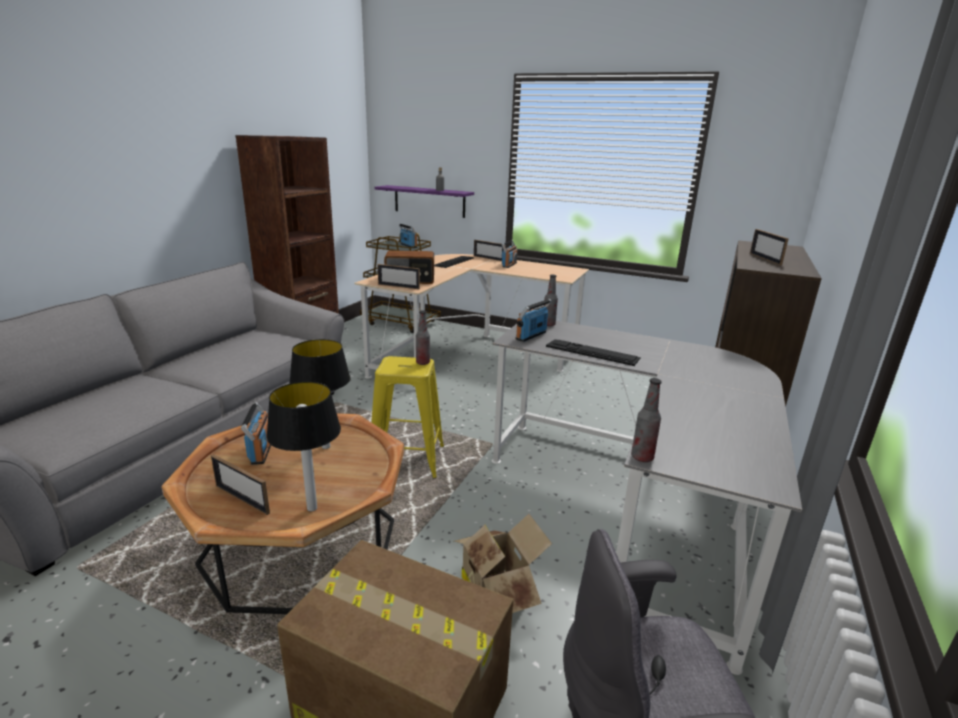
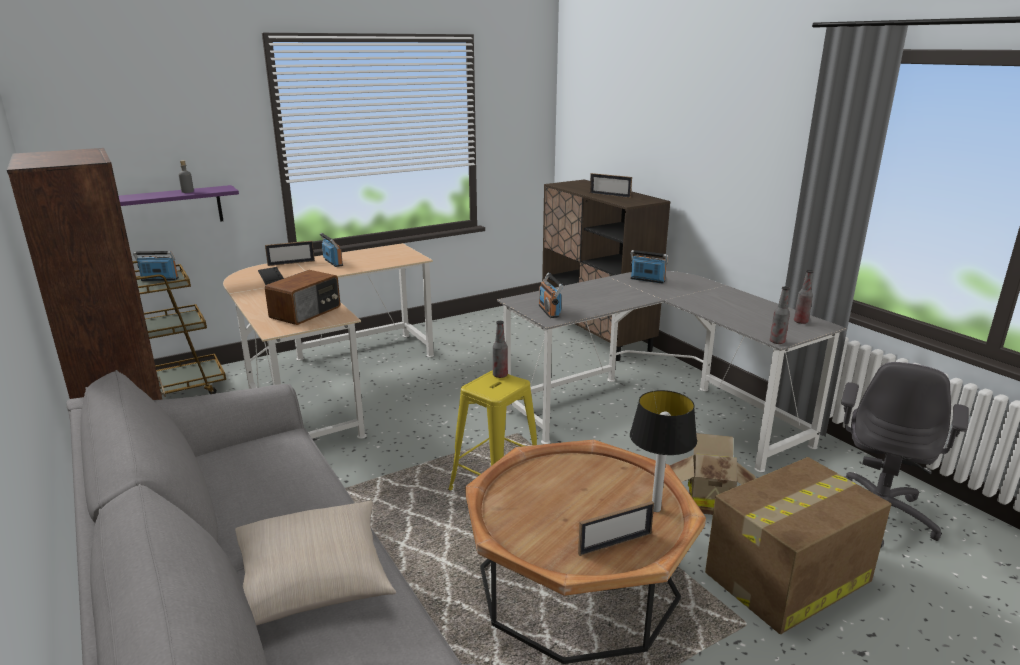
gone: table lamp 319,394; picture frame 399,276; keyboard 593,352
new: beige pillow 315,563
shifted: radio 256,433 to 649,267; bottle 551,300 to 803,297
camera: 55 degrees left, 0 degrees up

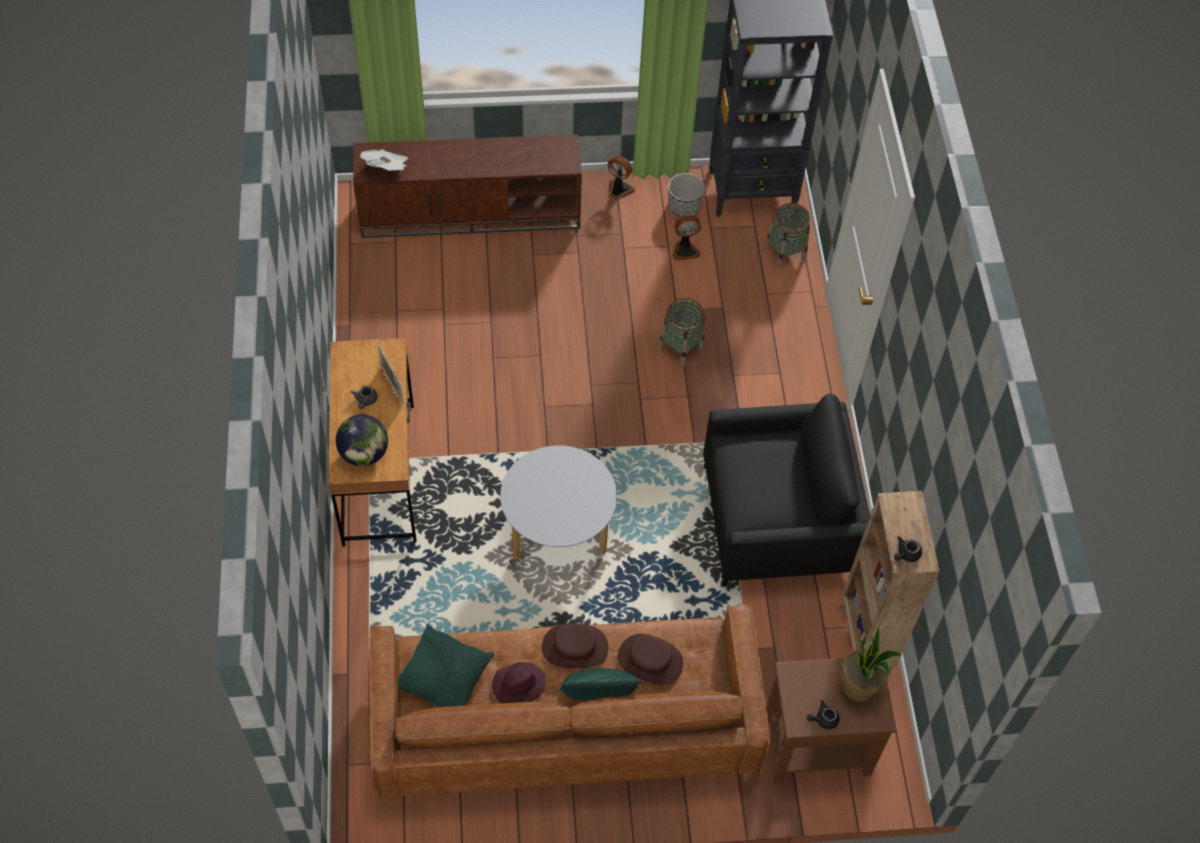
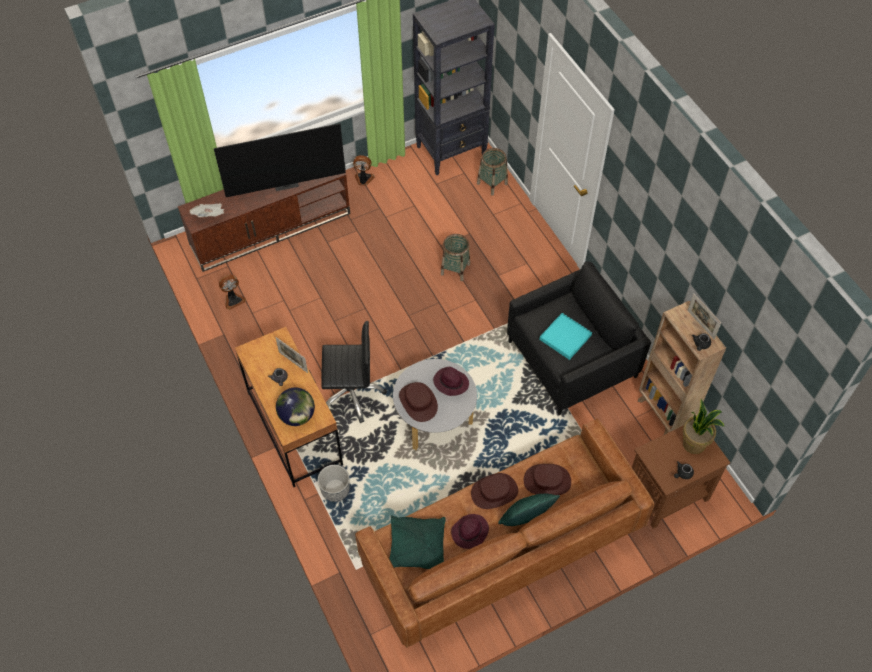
new: television 280,160; black office chair 354,372; brown hat 418,402; purple hat 451,381; turquoise tray 565,336; picture frame 704,316
shifted: planter 686,195 to 334,483; fan 687,238 to 232,292
camera: 20 degrees left, 0 degrees up

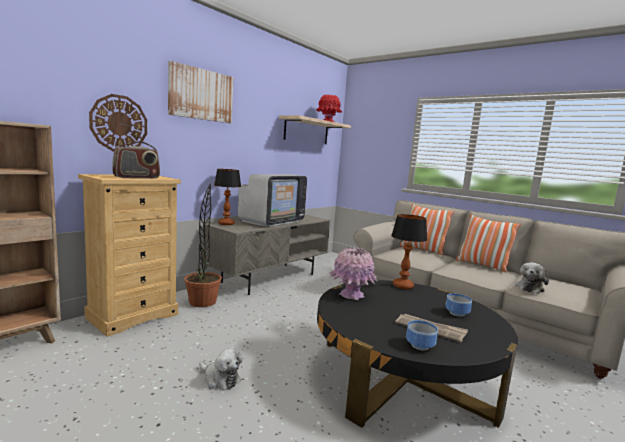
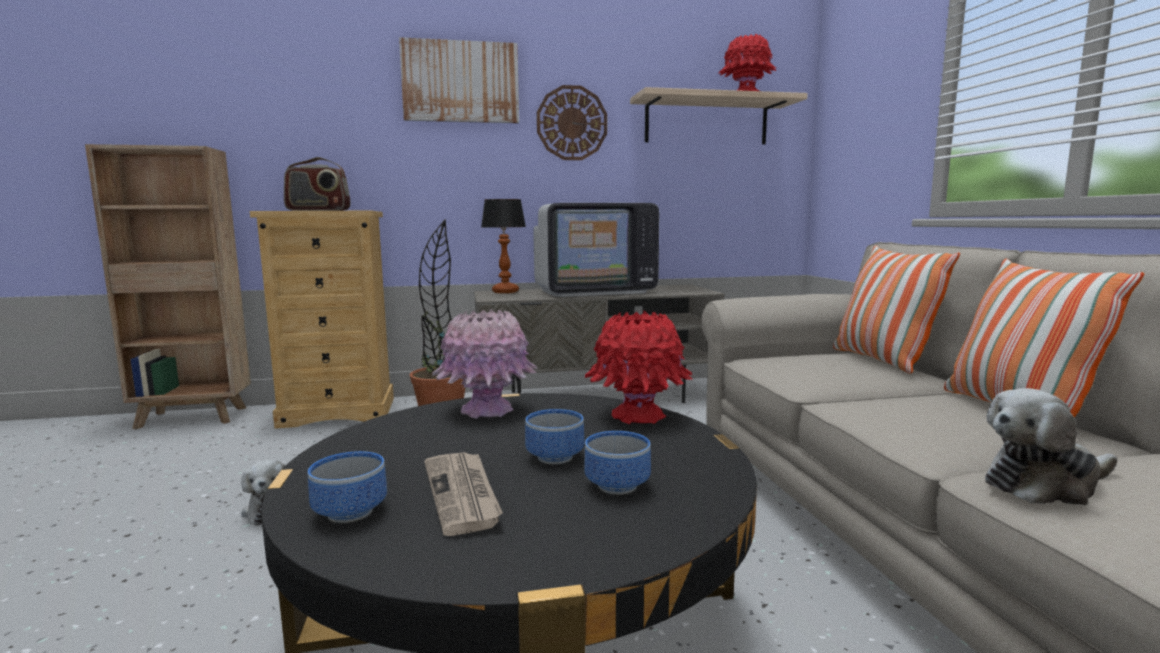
new: bowl 554,436
shifted: wall clock 118,122 to 572,122
swapped: table lamp 409,251 to red vase 639,367
camera: 40 degrees right, 0 degrees up

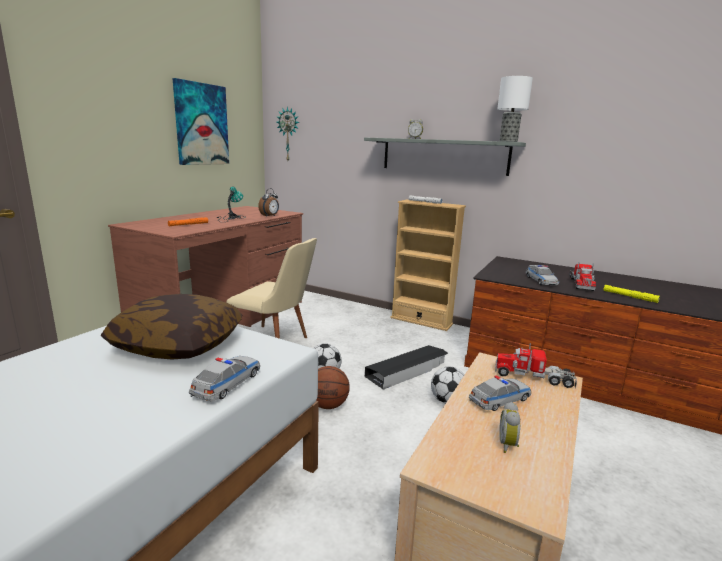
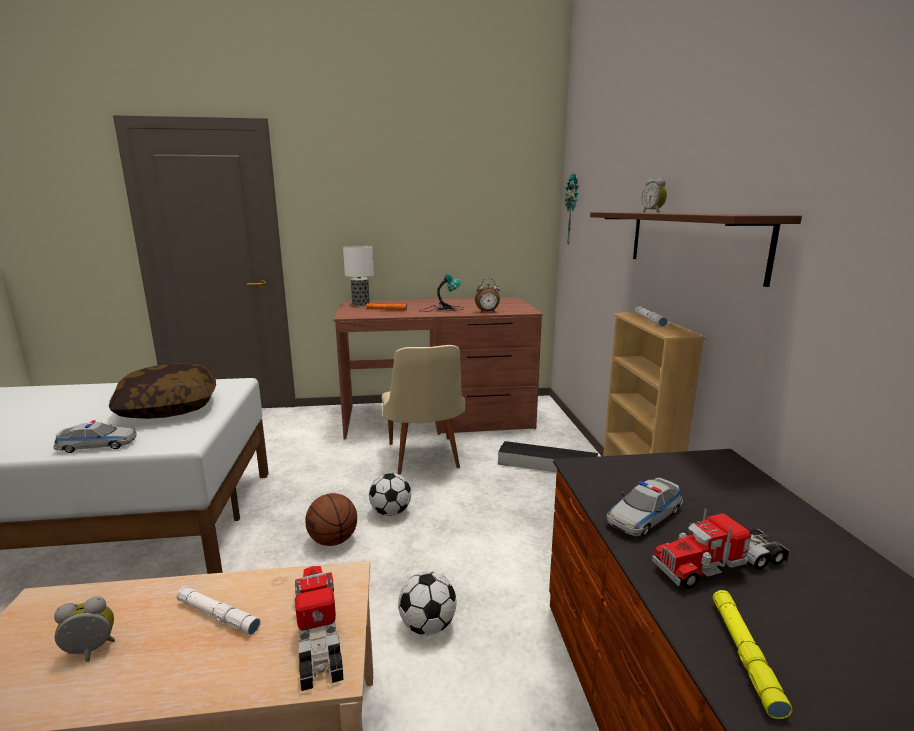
gone: picture 200,121
shifted: black storage box 406,367 to 548,457; table lamp 515,109 to 358,276
swapped: toy car 500,393 to white flashlight 218,610
repainted: grey shelf 445,156 to brown shelf 696,249
camera: 55 degrees right, 0 degrees up

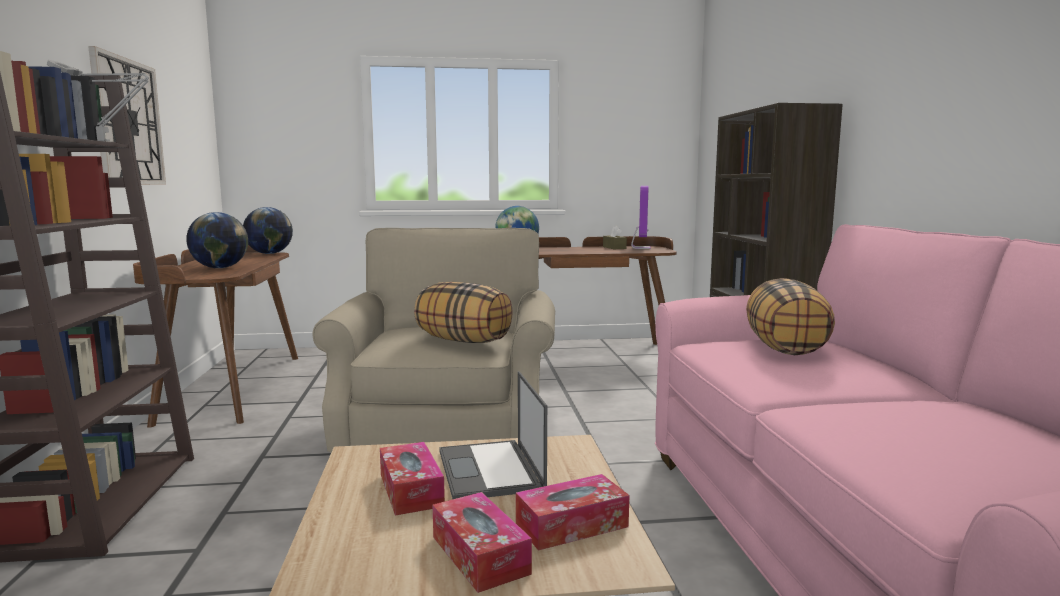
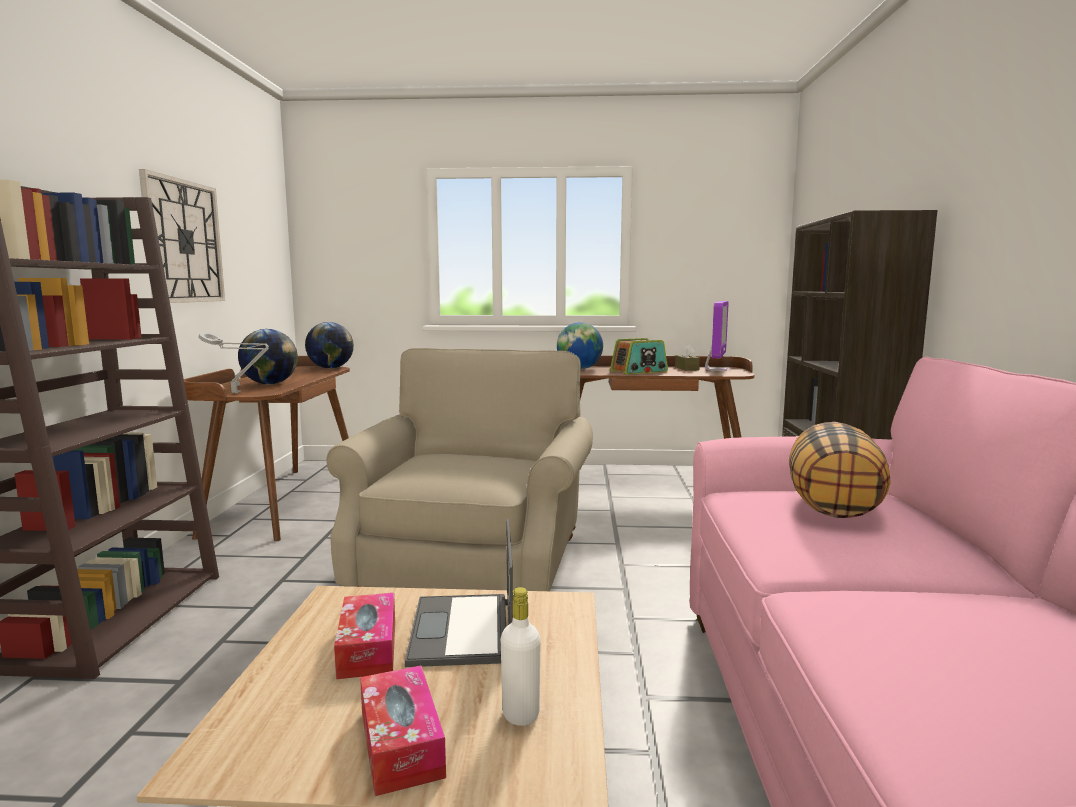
gone: pillow 463,312
new: radio 639,356
shifted: grey table lamp 98,101 to 233,362
swapped: tissue box 572,512 to white bottle 521,656
camera: 10 degrees right, 0 degrees up

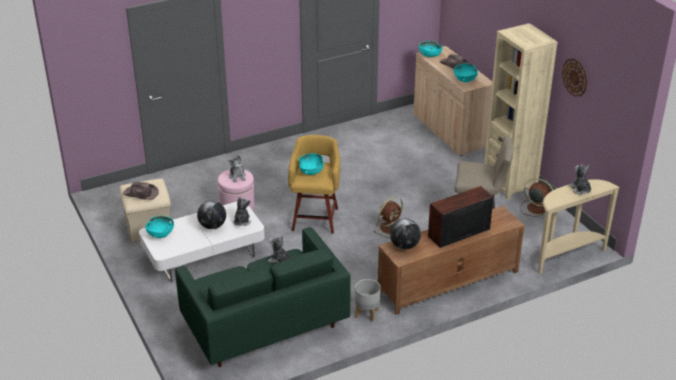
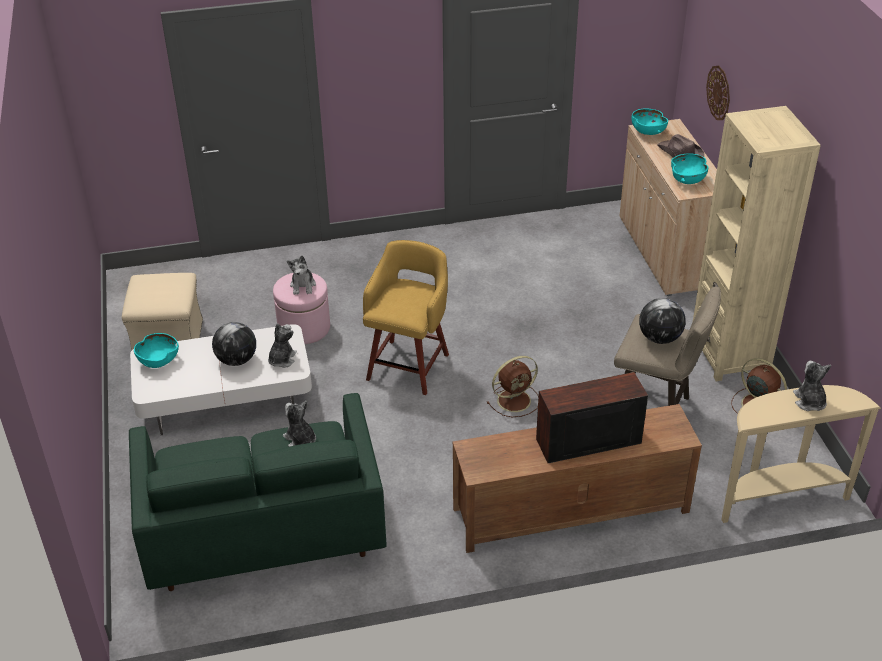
gone: brown hat 141,191; turquoise bowl 311,164; grey planter 368,300
shifted: globe 405,234 to 662,321; wall clock 574,77 to 718,93
camera: 15 degrees right, 5 degrees up

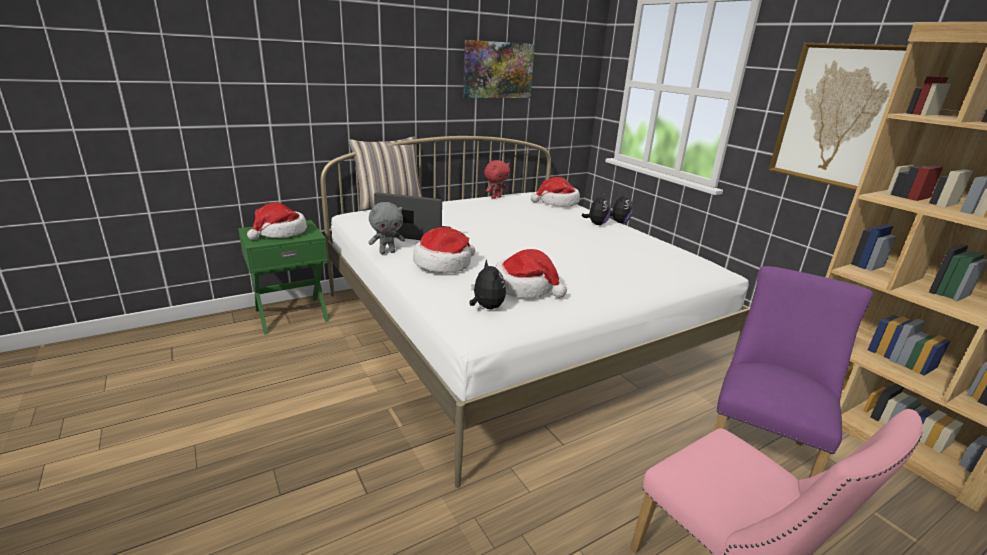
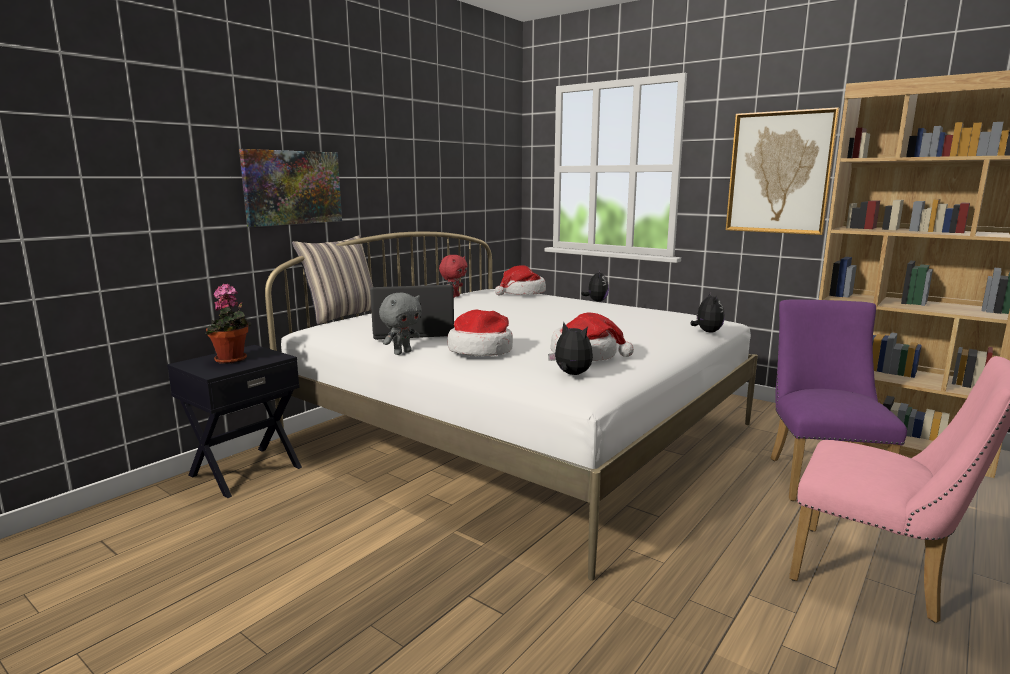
shifted: picture 499,69 to 290,188; plush toy 596,209 to 708,312
swapped: hat 277,221 to potted plant 228,324
repainted: green nightstand 283,277 to black nightstand 234,421
camera: 20 degrees left, 10 degrees down

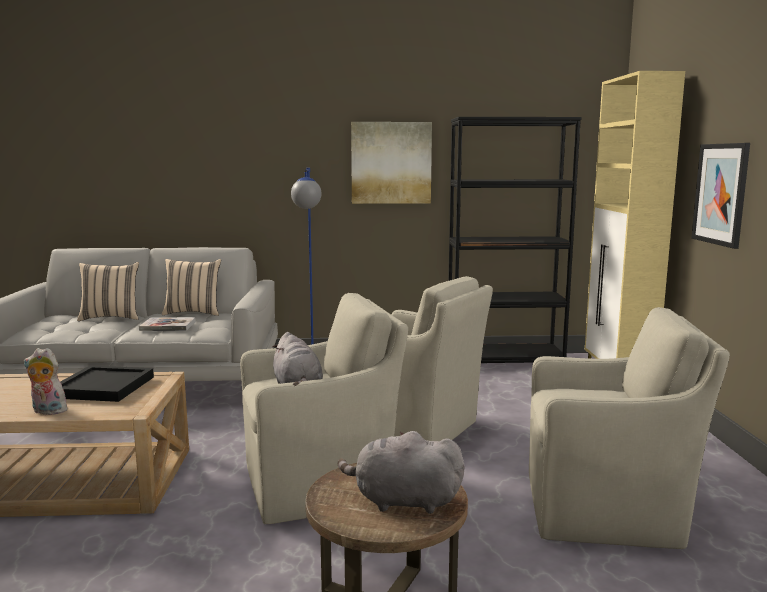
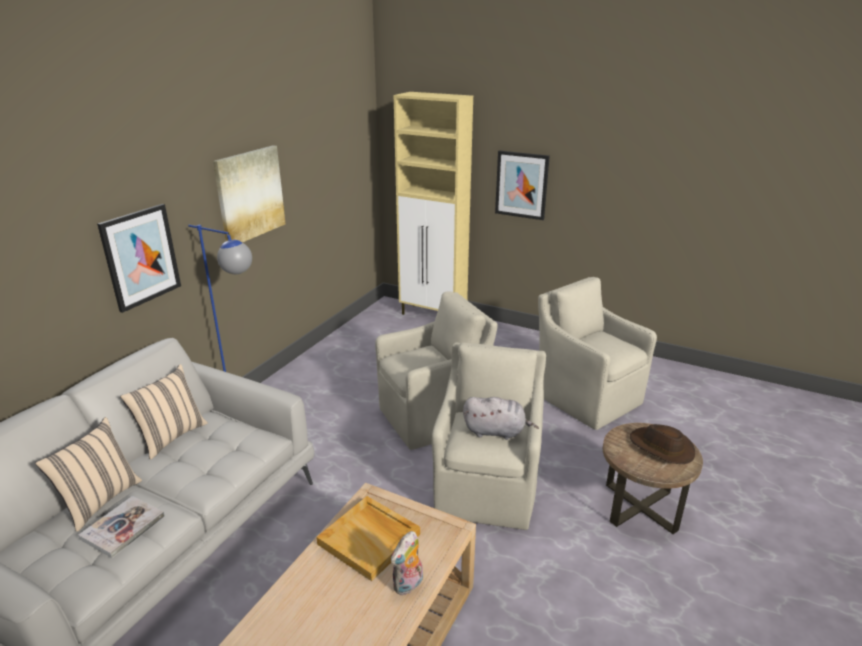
gone: black bookcase 515,240
new: picture 139,258
shifted: book 167,324 to 121,527
swapped: grey plush toy 401,472 to brown hat 662,444
repainted: black tray 107,384 to beige tray 368,538
rotated: beige armchair 629,428 = 597,353 75 degrees counterclockwise
camera: 60 degrees left, 15 degrees up

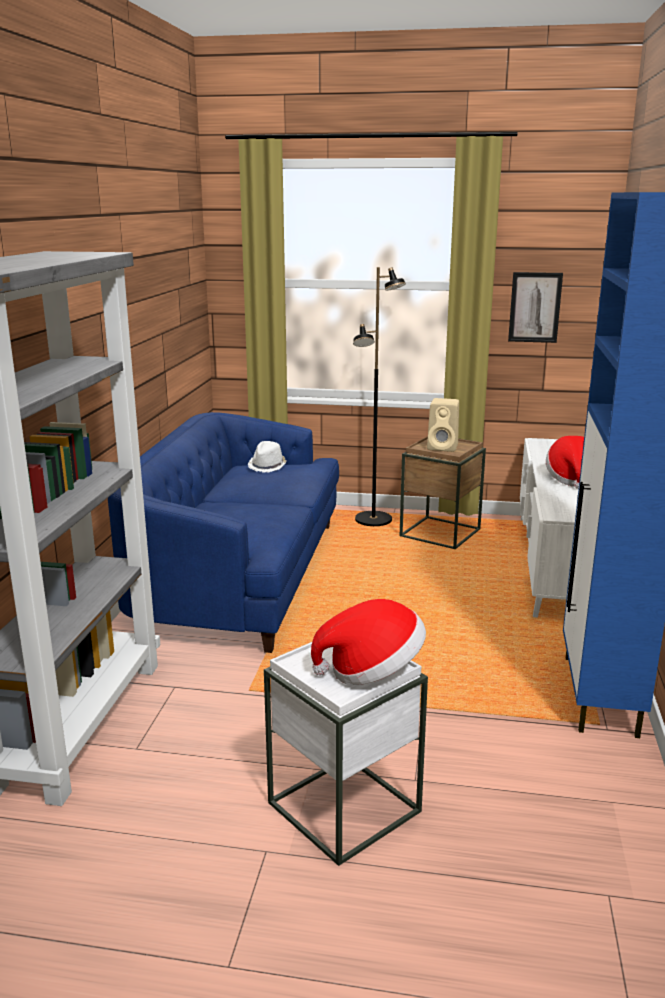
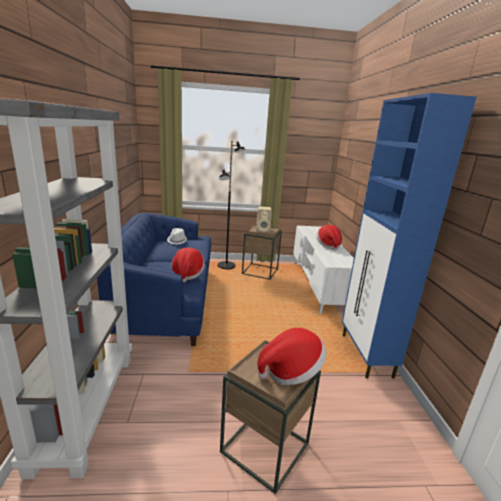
gone: picture 535,307
new: hat 188,265
repainted: white side table 346,754 to brown side table 270,417
camera: 15 degrees left, 0 degrees up

